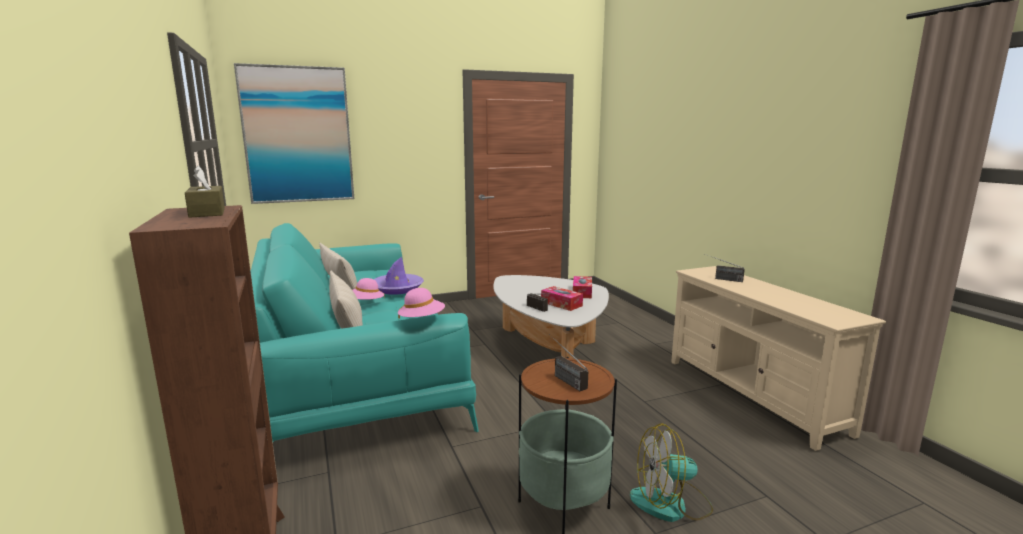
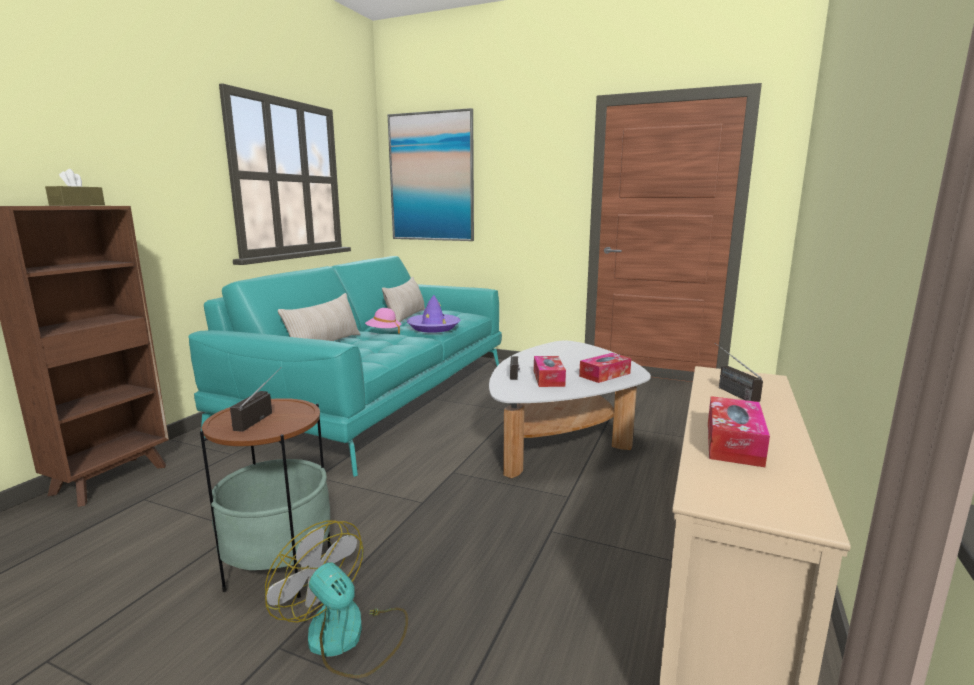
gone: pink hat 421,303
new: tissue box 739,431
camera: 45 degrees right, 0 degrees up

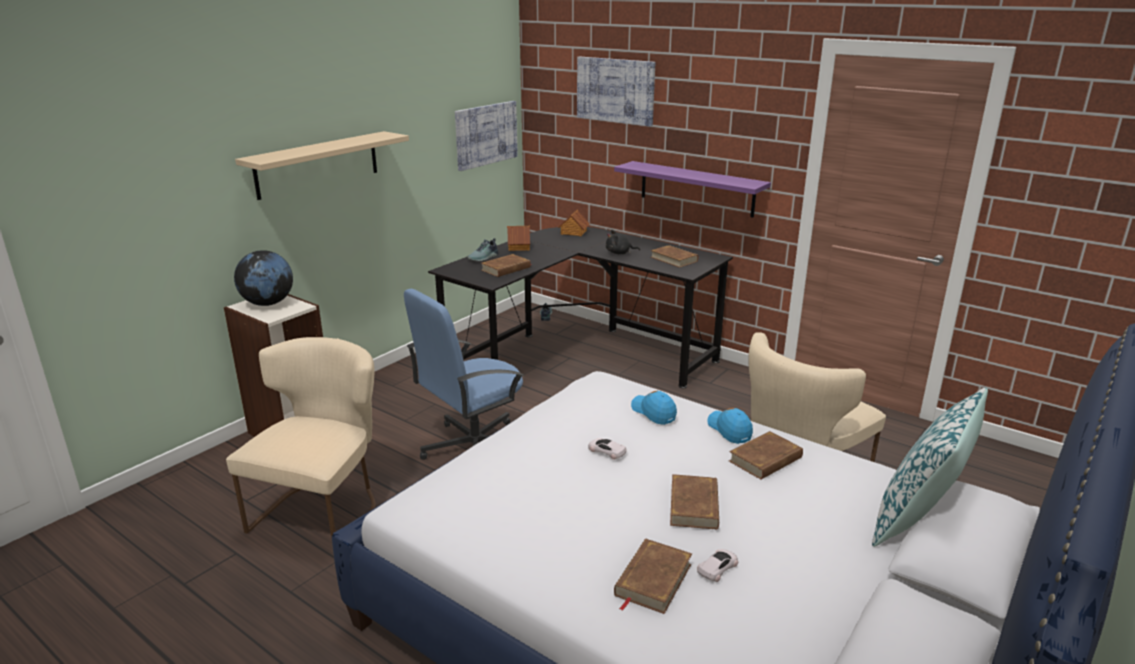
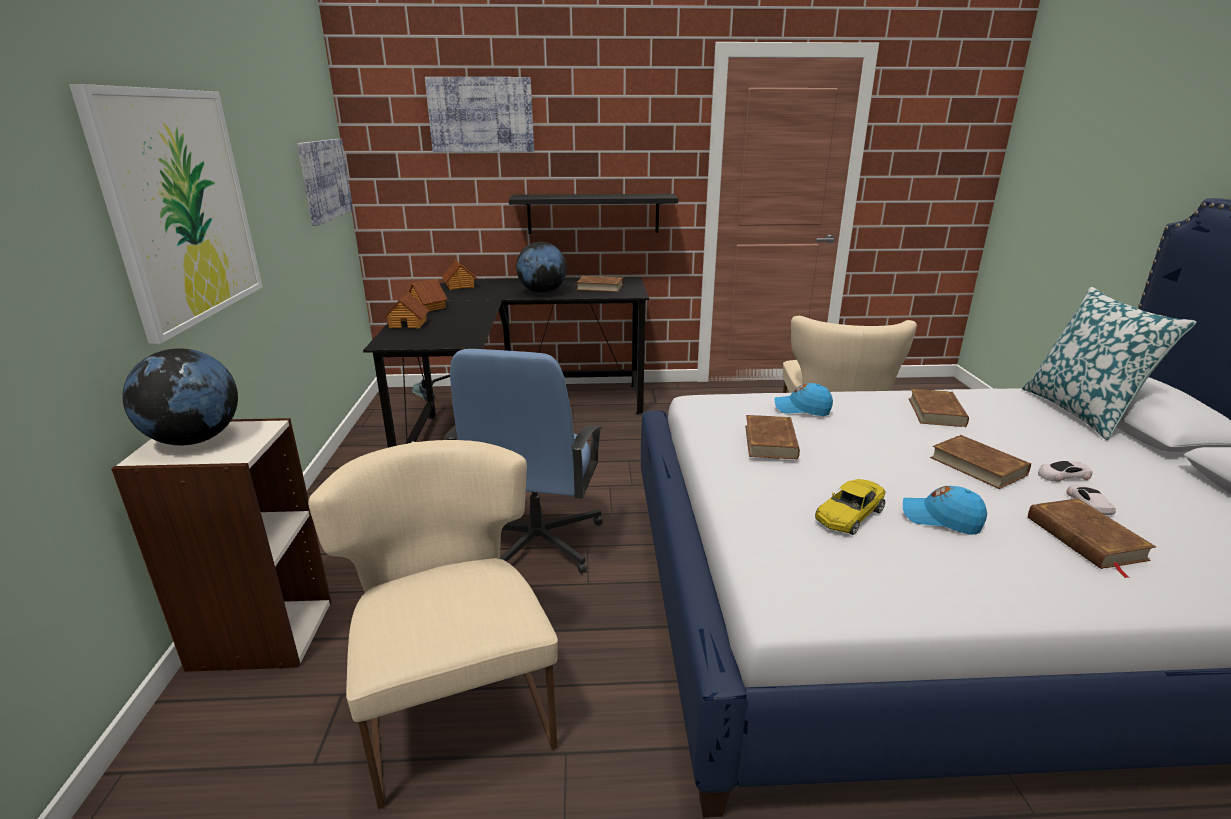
new: yellow toy car 850,507
shifted: brown book 506,265 to 772,437; white toy car 607,449 to 1065,471; blue cap 730,426 to 945,510
swapped: beige shelf 322,165 to picture 165,214; shoe 483,249 to toy house 406,310; black plush toy 623,242 to globe 541,267
repainted: purple shelf 692,189 to black shelf 593,214
camera: 40 degrees left, 0 degrees up

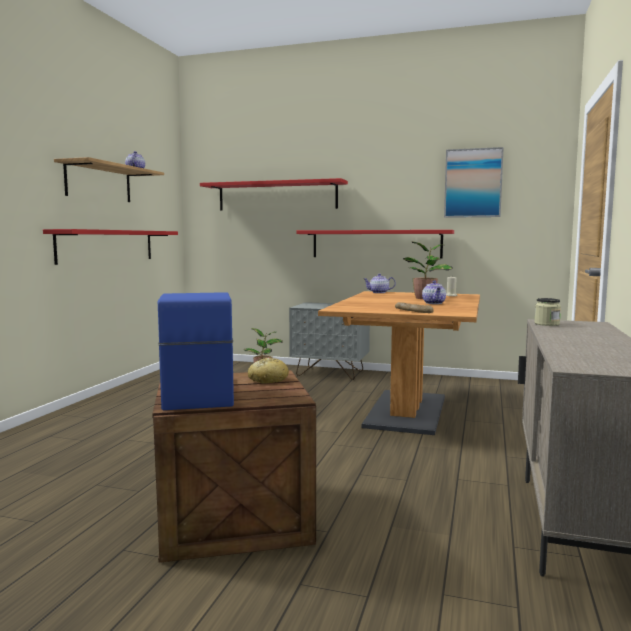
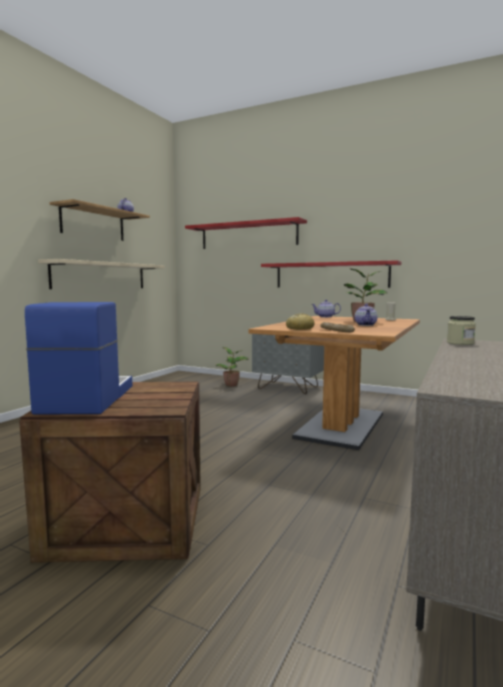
gone: picture 474,182
shifted: bread 268,370 to 300,321
repainted: red shelf 110,247 to beige shelf 101,274
camera: 10 degrees right, 0 degrees up

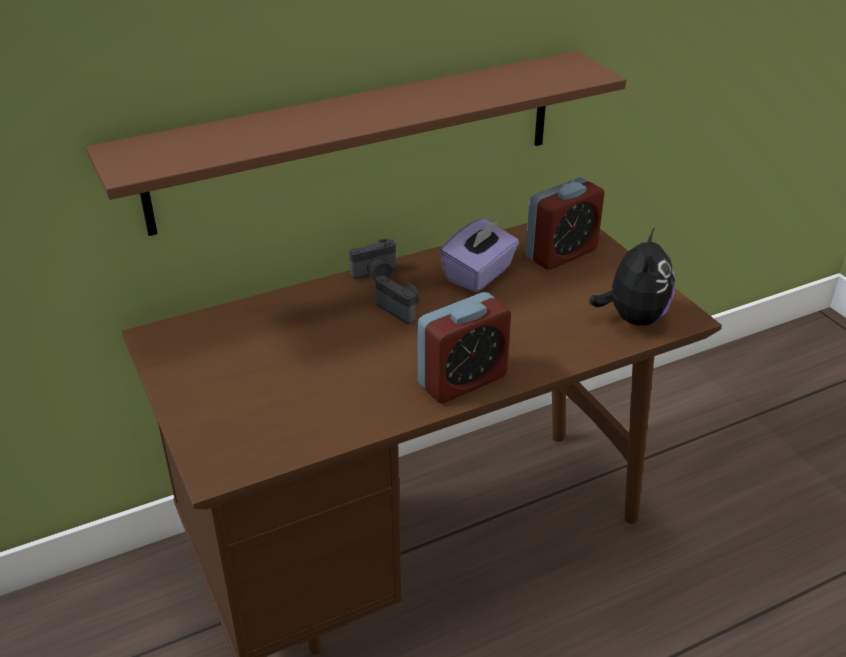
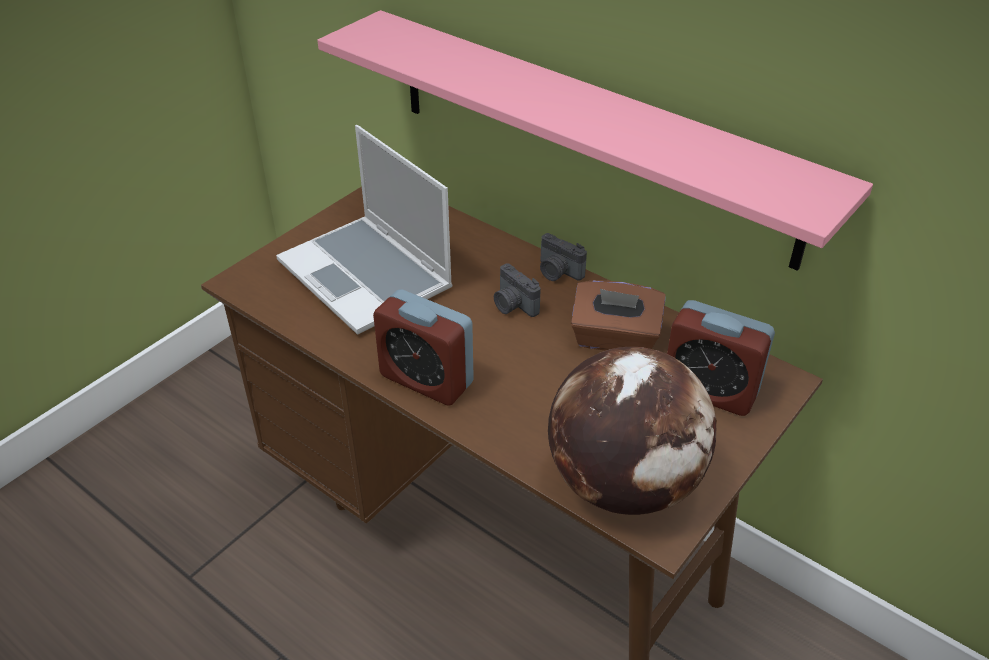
new: laptop 364,230
swapped: plush toy 632,276 to globe 632,431
repainted: brown shelf 356,143 to pink shelf 595,140; purple tissue box 479,255 to brown tissue box 618,315
rotated: photo camera 397,300 = 517,290 120 degrees clockwise
camera: 65 degrees right, 5 degrees up

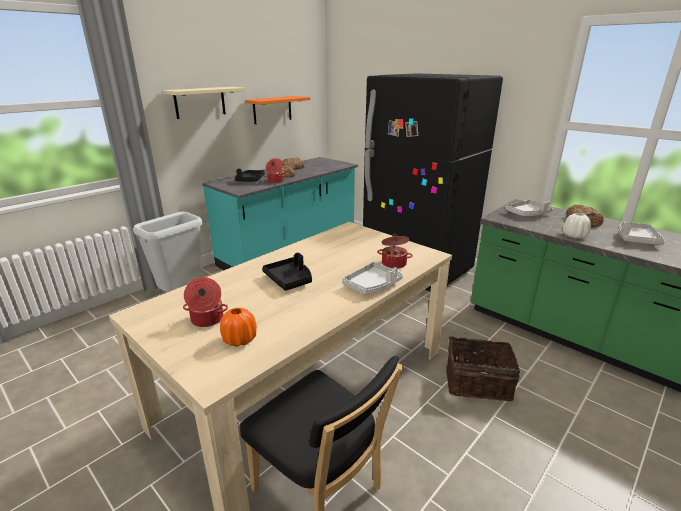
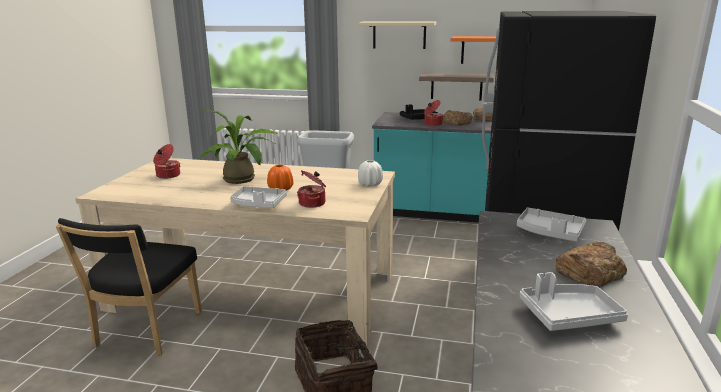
new: shelf 456,86
shifted: orange vase 238,327 to 280,177; white vase 577,226 to 370,173
swapped: black tray 287,272 to potted plant 238,147
camera: 60 degrees right, 5 degrees down

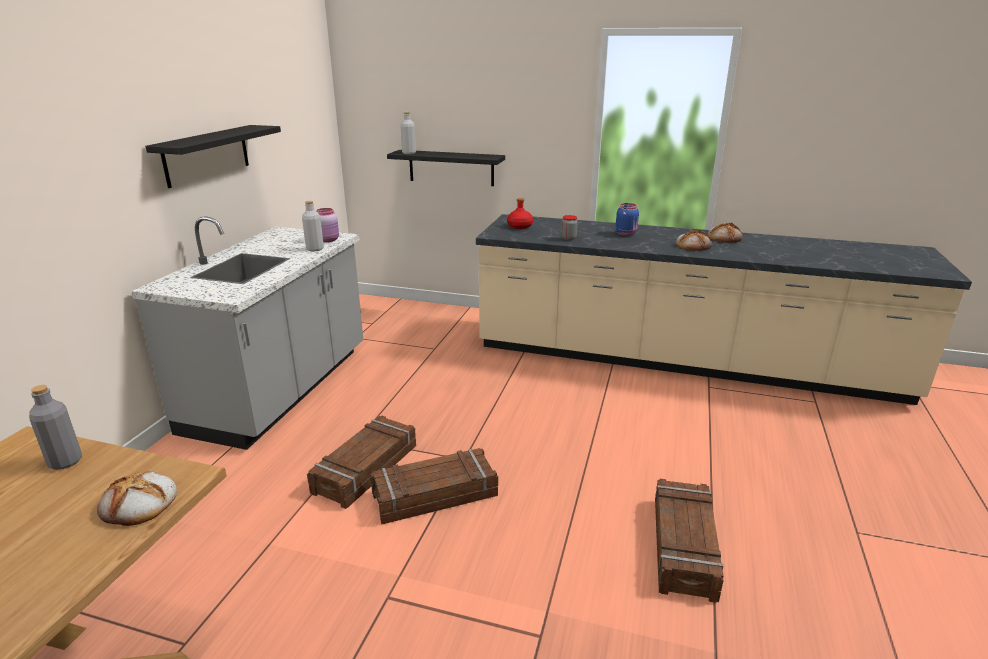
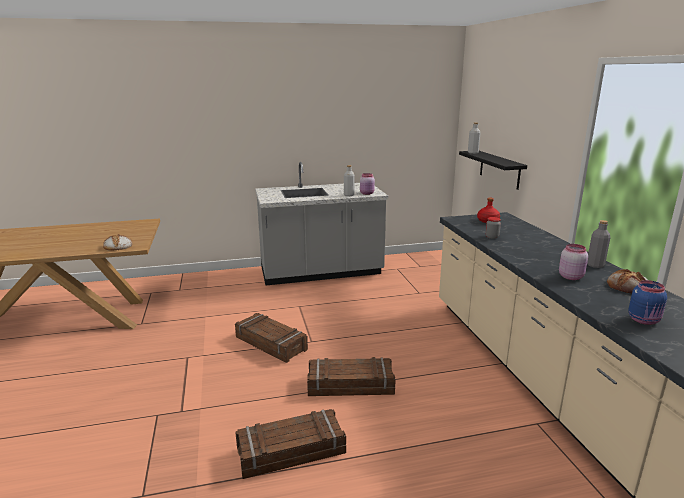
gone: black shelf 213,156
shifted: grey bottle 55,427 to 598,244; crate 361,462 to 351,376; blue jar 627,219 to 648,302
swapped: bread 694,240 to pink jar 573,262
camera: 60 degrees right, 5 degrees down

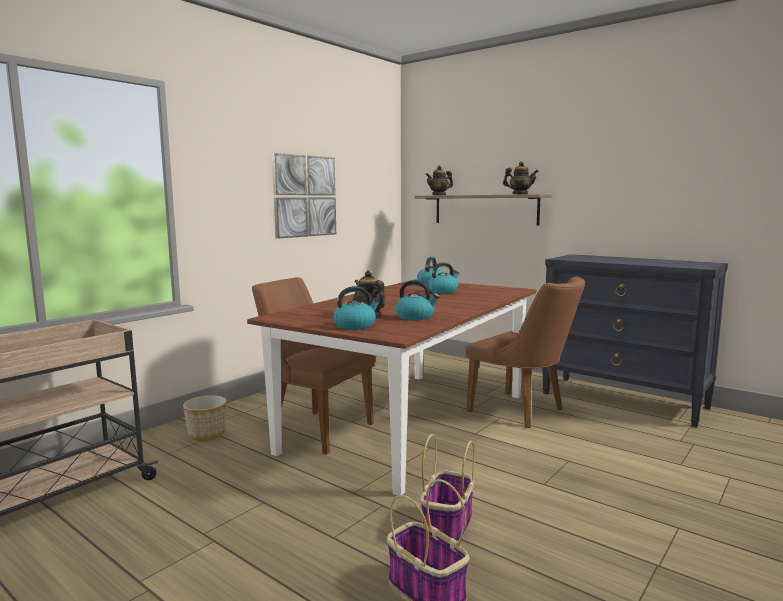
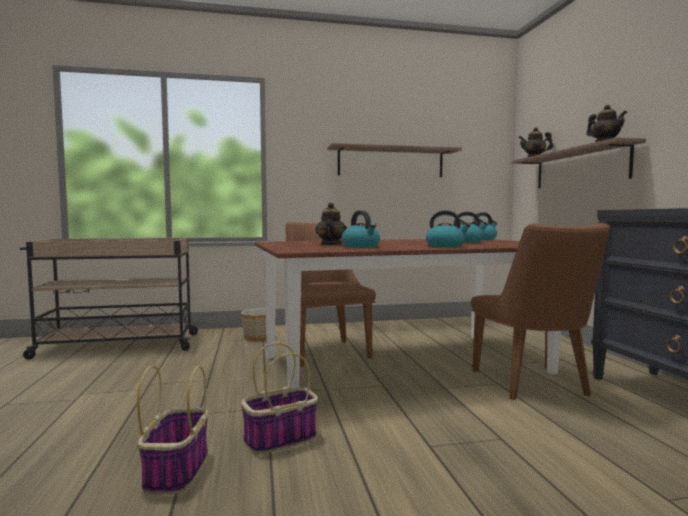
shifted: kettle 356,308 to 448,228
swapped: picture 304,196 to shelf 395,160
camera: 40 degrees right, 5 degrees down

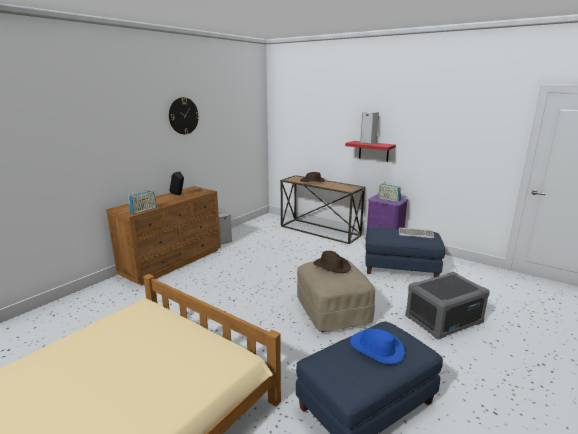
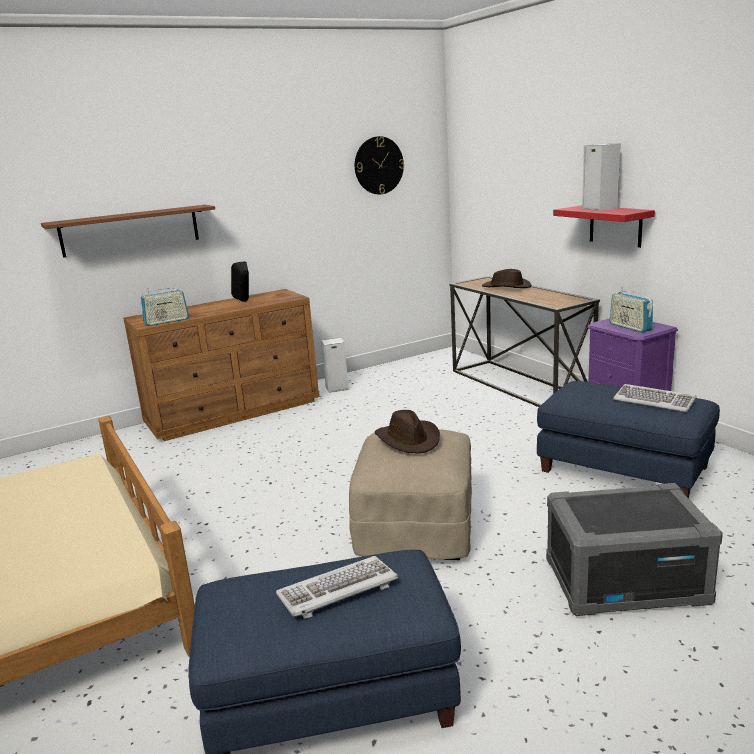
new: brown shelf 128,231
shifted: wall clock 184,116 to 379,165
swapped: blue hat 377,346 to keyboard 337,587
camera: 25 degrees right, 0 degrees up

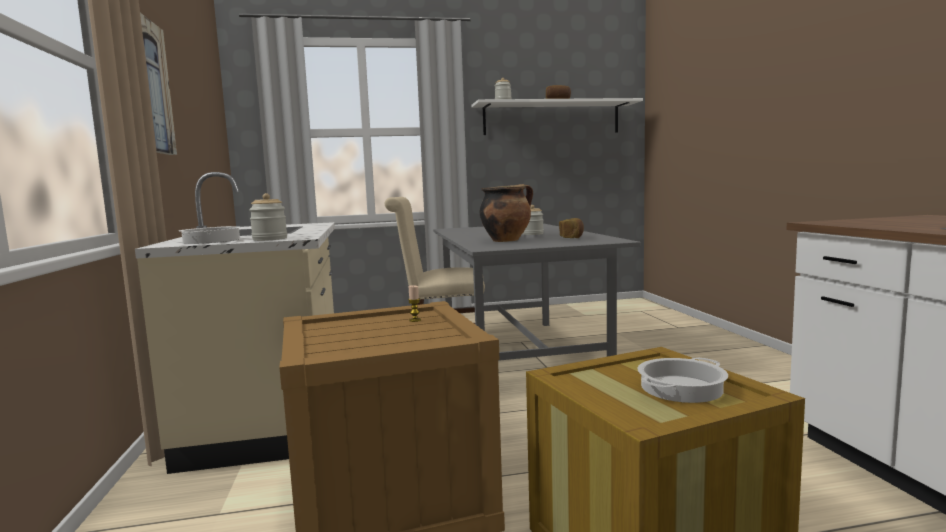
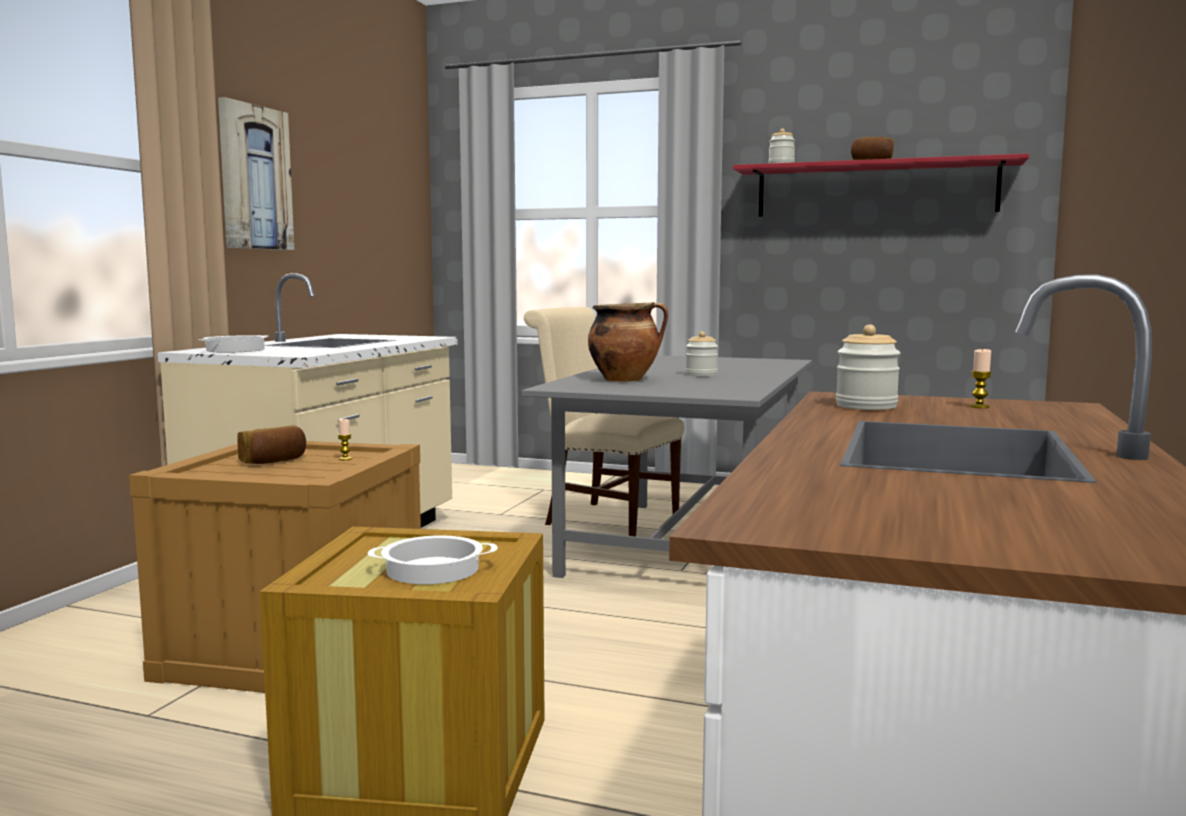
new: candle 980,378
shifted: jar 268,217 to 868,367; bread 571,228 to 271,444
repainted: white shelf 557,116 to red shelf 881,185
camera: 30 degrees right, 0 degrees up

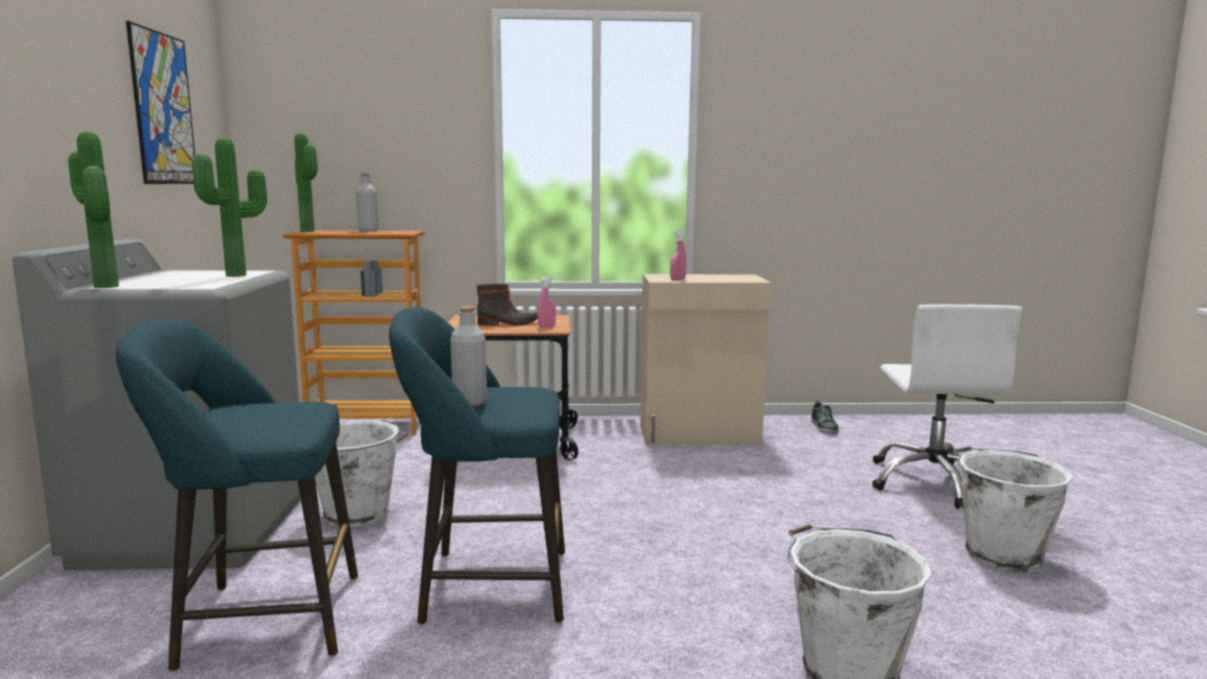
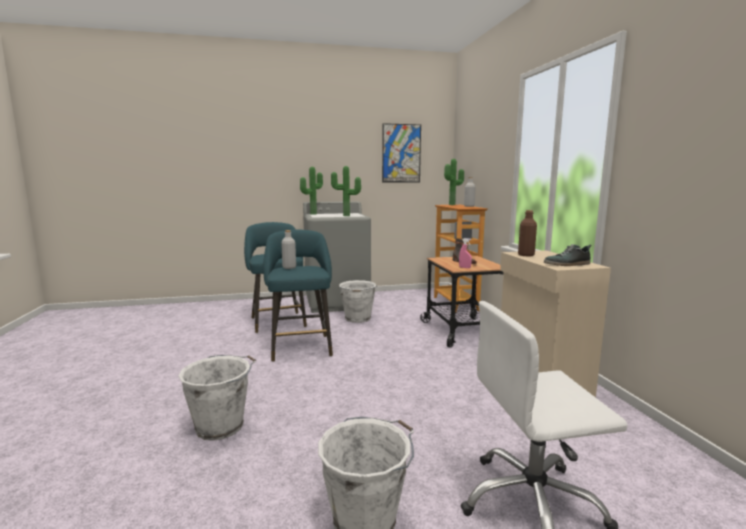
shifted: shoe 825,417 to 568,255
swapped: pink spray bottle 678,255 to brown bottle 527,233
camera: 80 degrees right, 0 degrees up

